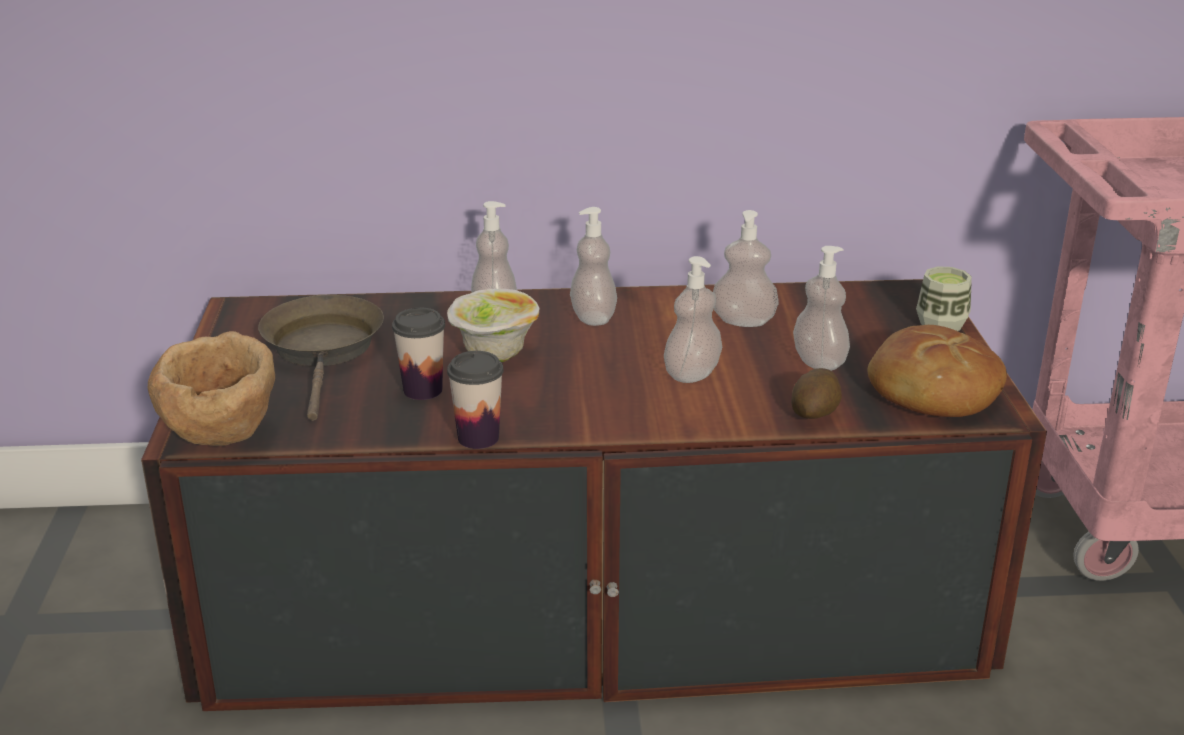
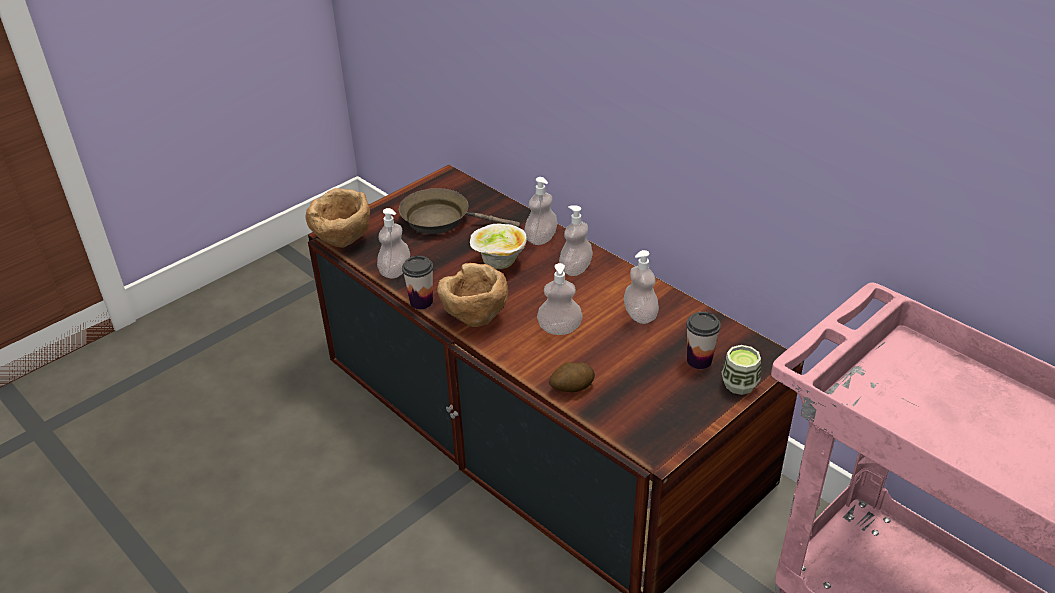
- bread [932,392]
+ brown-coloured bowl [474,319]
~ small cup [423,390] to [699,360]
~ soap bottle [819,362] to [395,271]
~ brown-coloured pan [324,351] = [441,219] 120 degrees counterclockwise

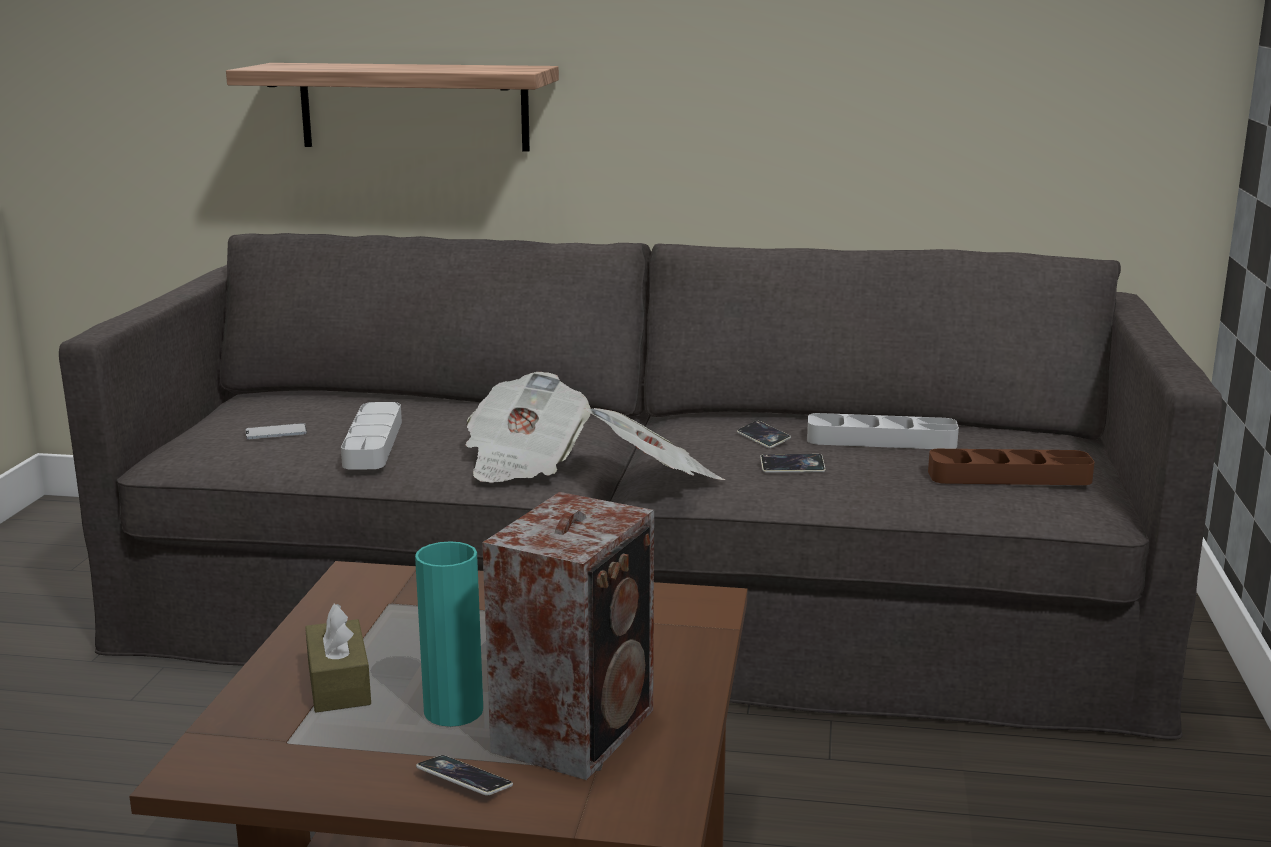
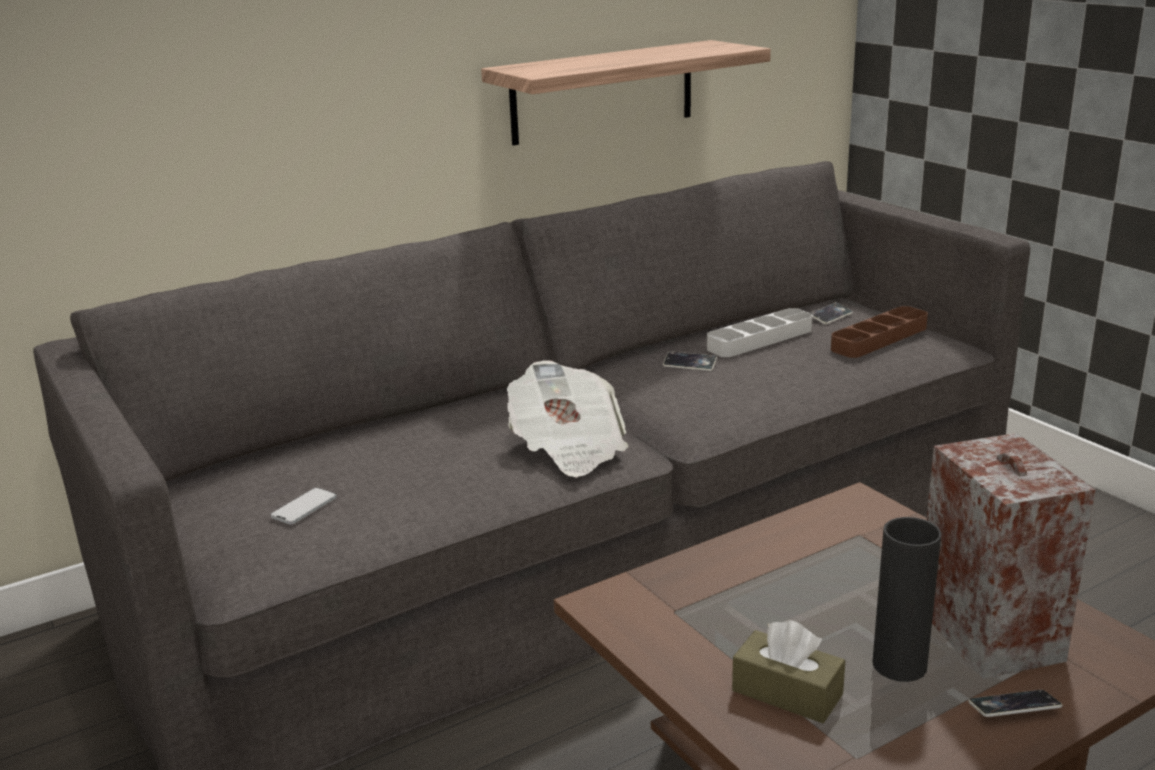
- grey tray [373,443]
- printed paper [655,478]
~ wall shelf [414,106] to [603,92]
~ phone [792,467] to [830,316]
~ blue-green flower vase [453,711] to black-coloured flower vase [899,665]

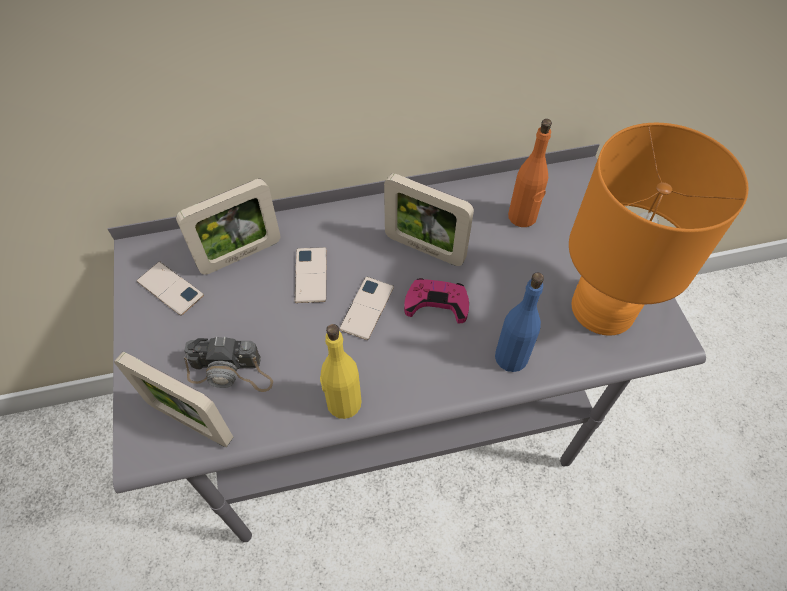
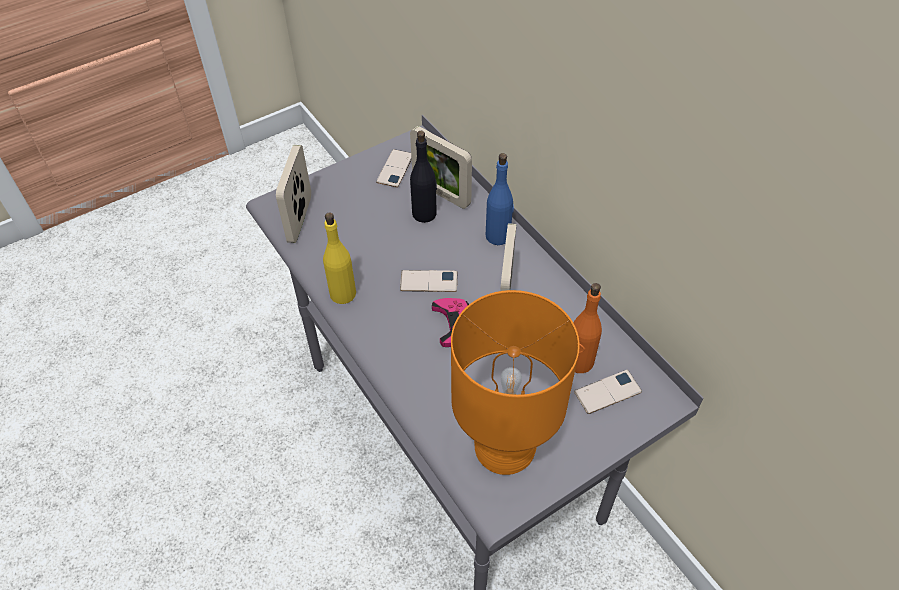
- photo camera [231,372]
+ black-coloured drink bottle [424,214]
~ phone [311,275] to [607,392]
~ bluish drink bottle [511,357] to [498,236]

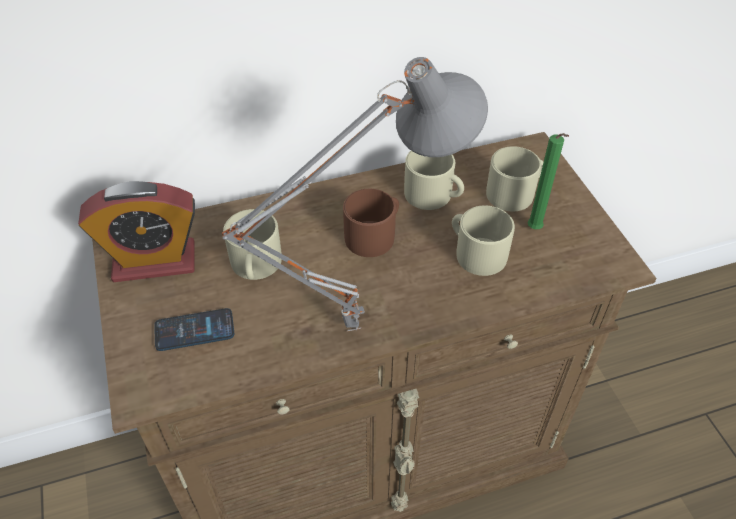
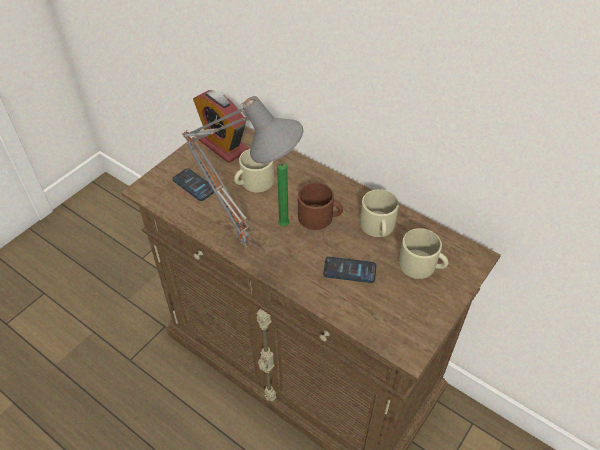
~ greenish wax candle [535,230] to [282,226]
~ sand-coloured tea mug [476,252] to phone [349,270]

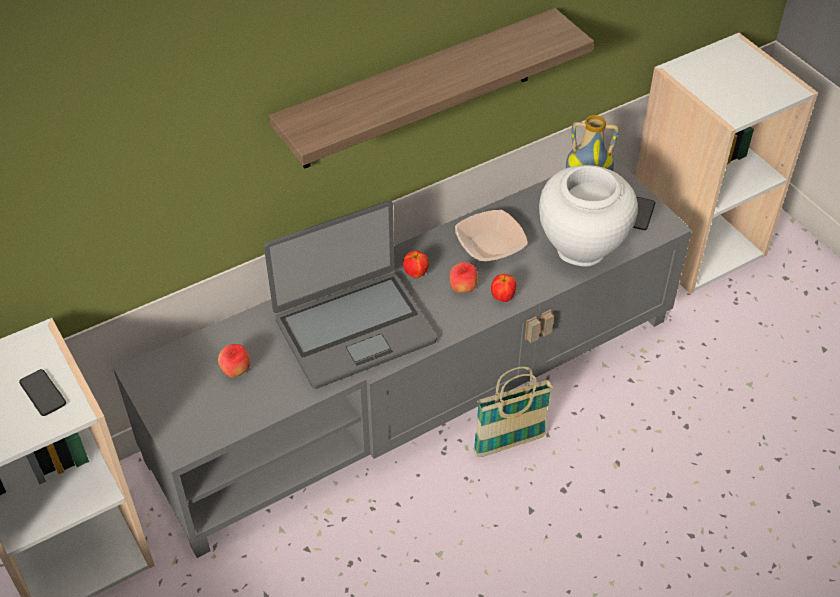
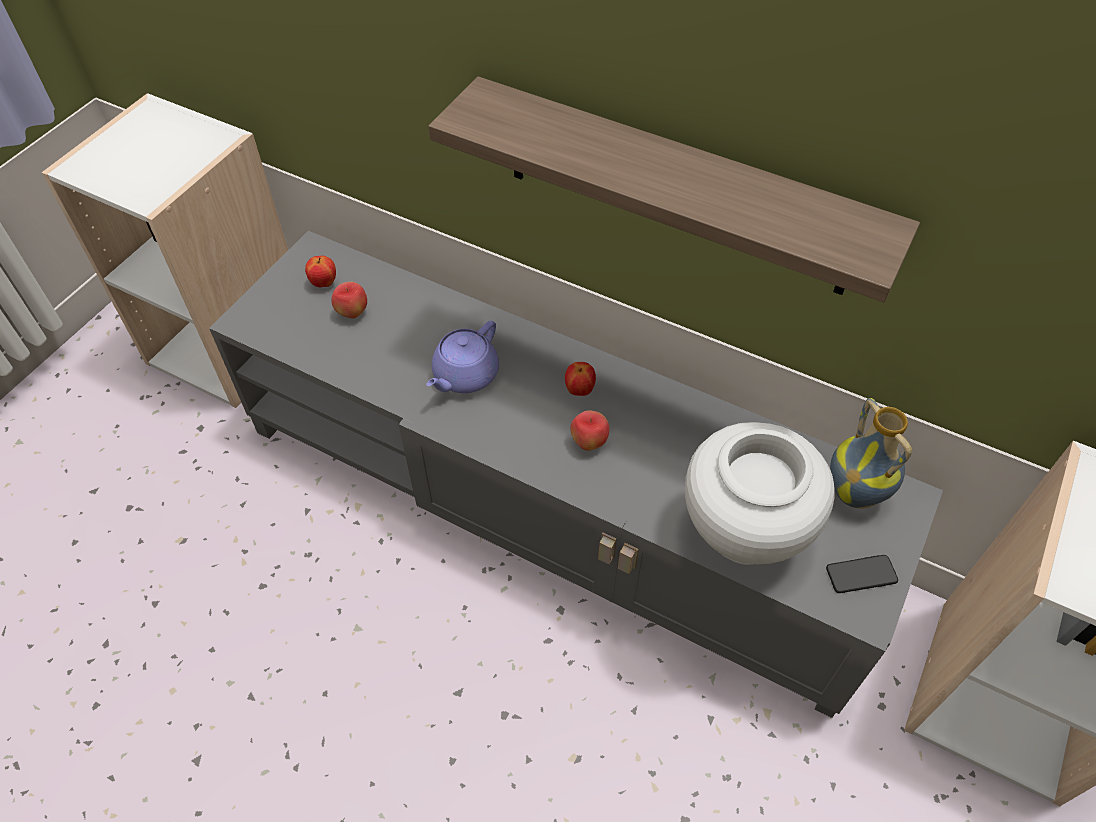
- phone [43,393]
- bowl [490,245]
- storage basket [509,444]
~ whole apple [502,297] to [324,283]
~ notebook computer [354,329] to purple pot for tea [464,375]

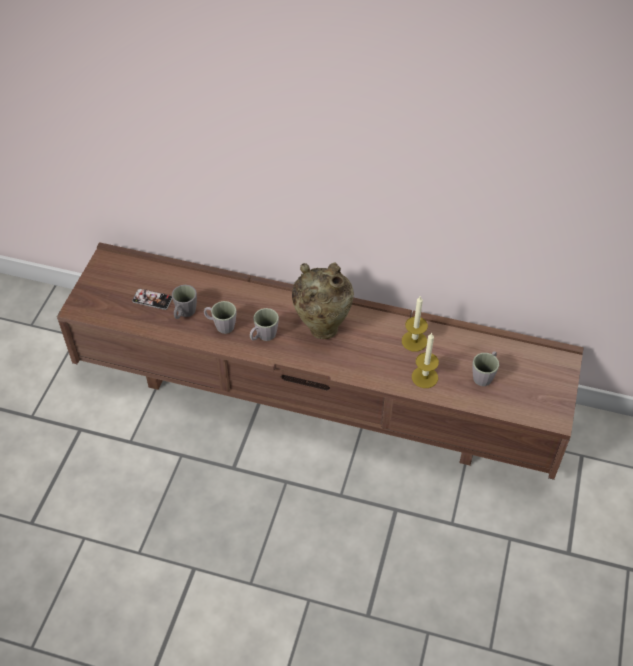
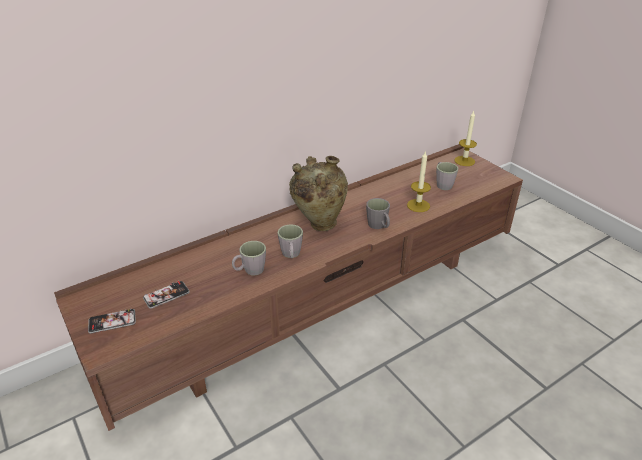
+ phone [112,321]
~ grey tea mug [184,313] to [379,226]
~ wax candle [414,341] to [464,161]

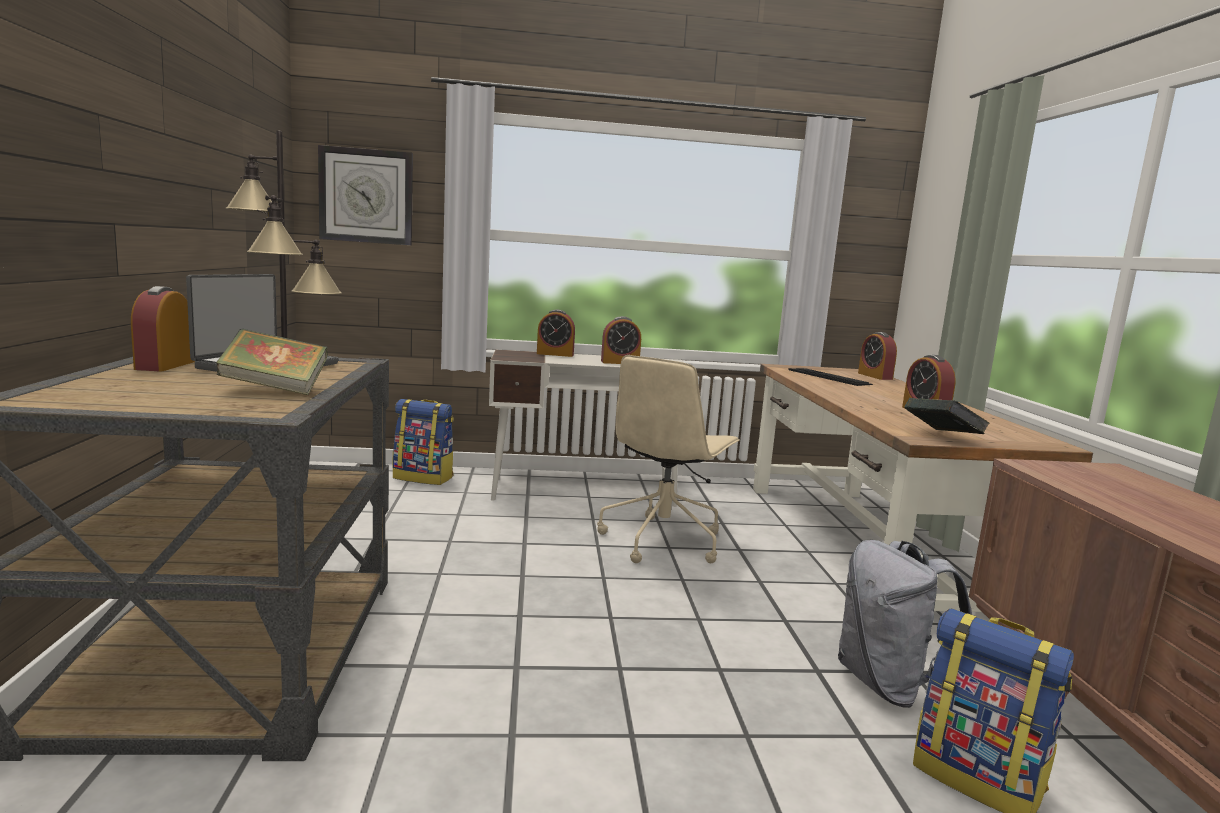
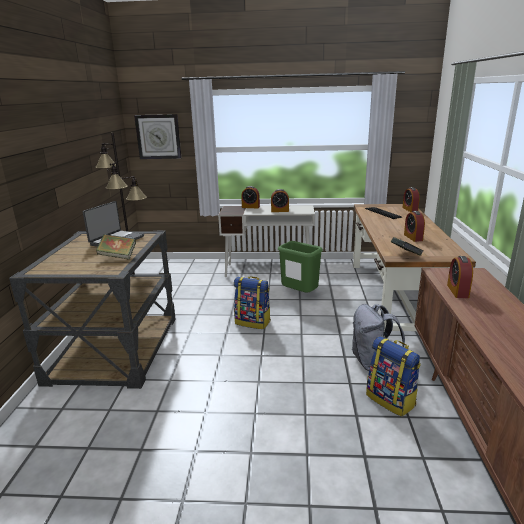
~ alarm clock [165,365] to [457,291]
~ rucksack [424,477] to [253,322]
~ sand-coloured computer chair [664,540] to greenish trash can [299,295]

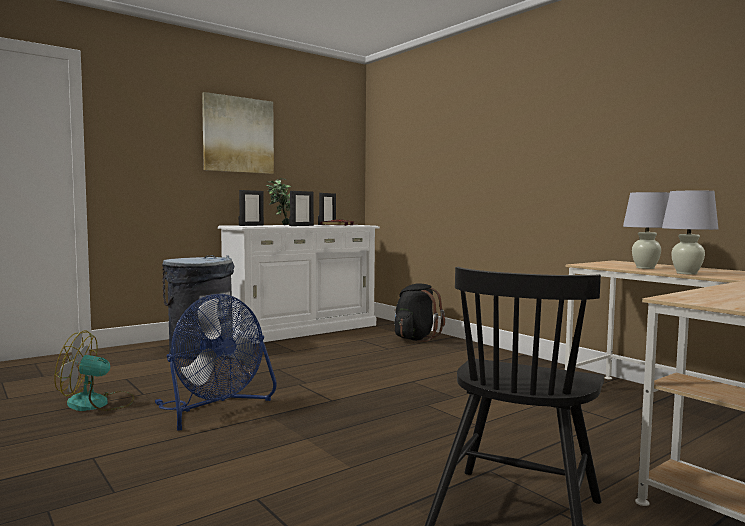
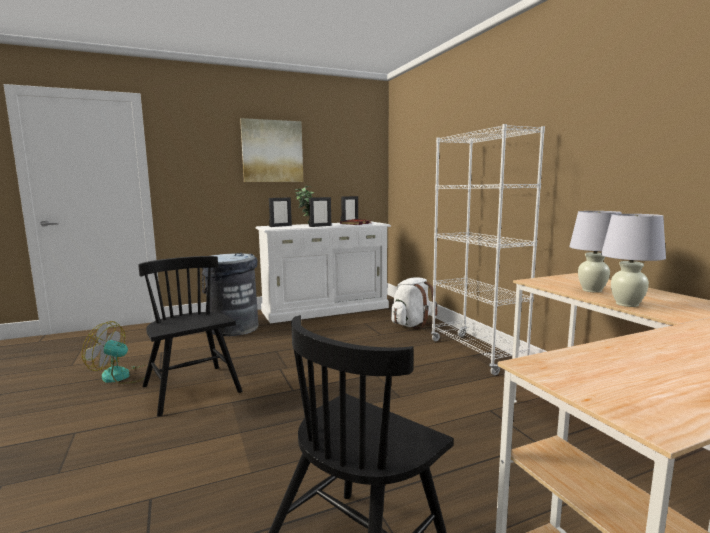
+ whitish bookcase [476,353]
~ bluish cooling fan [210,410] to black-coloured plain chair [193,391]
~ black-coloured rucksack [415,338] to whitish rucksack [412,324]

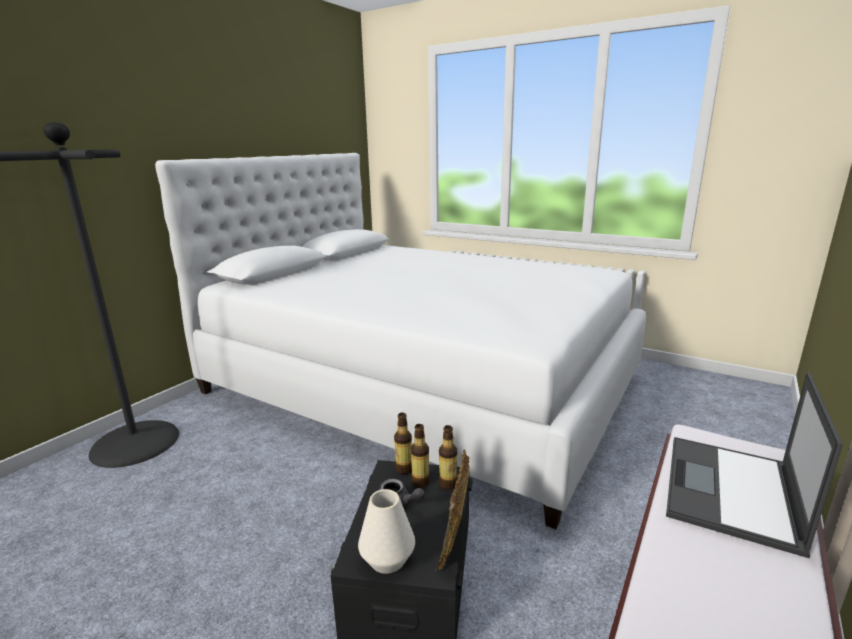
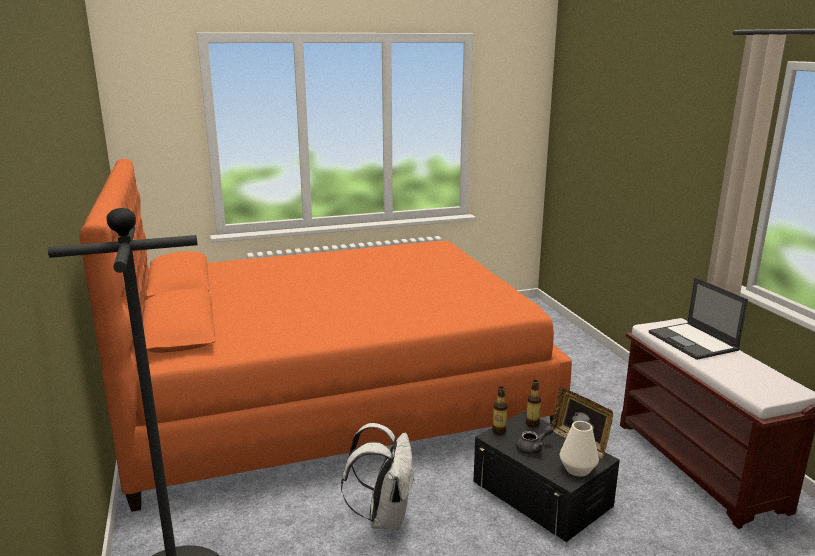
- drink bottle [420,482]
+ whitish rucksack [384,516]
~ whitish bedroom bed [420,383] to orangey bedroom bed [333,393]

